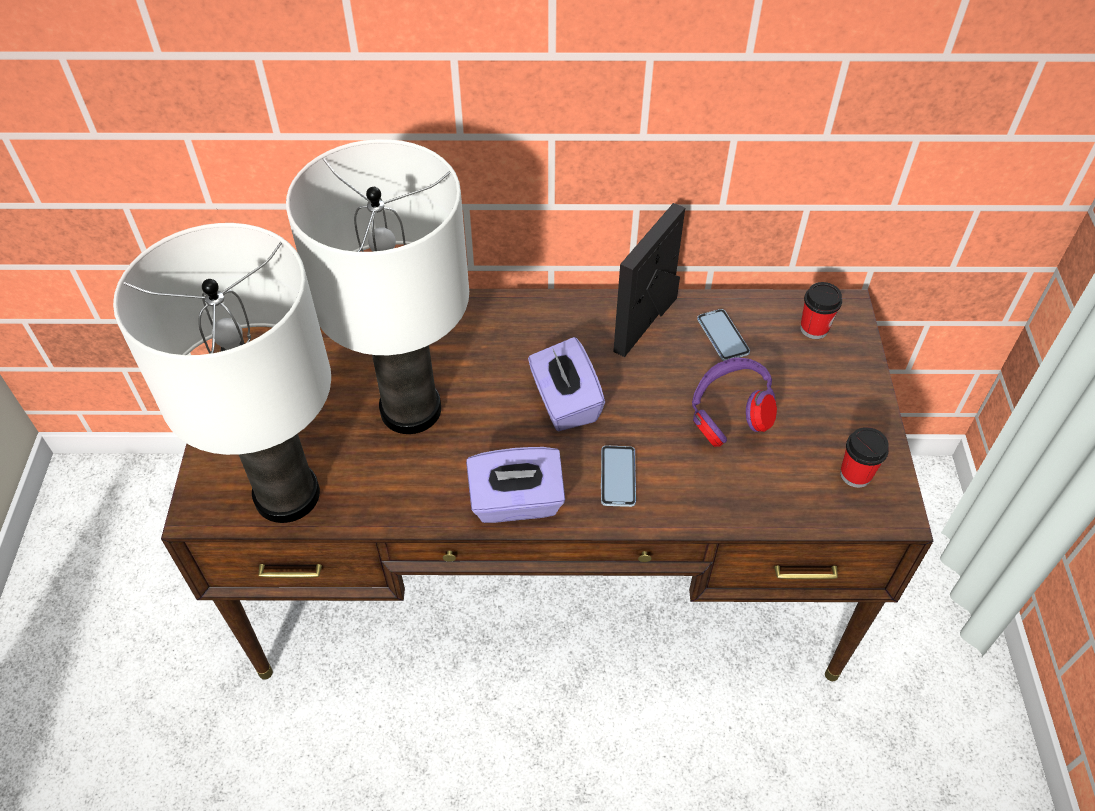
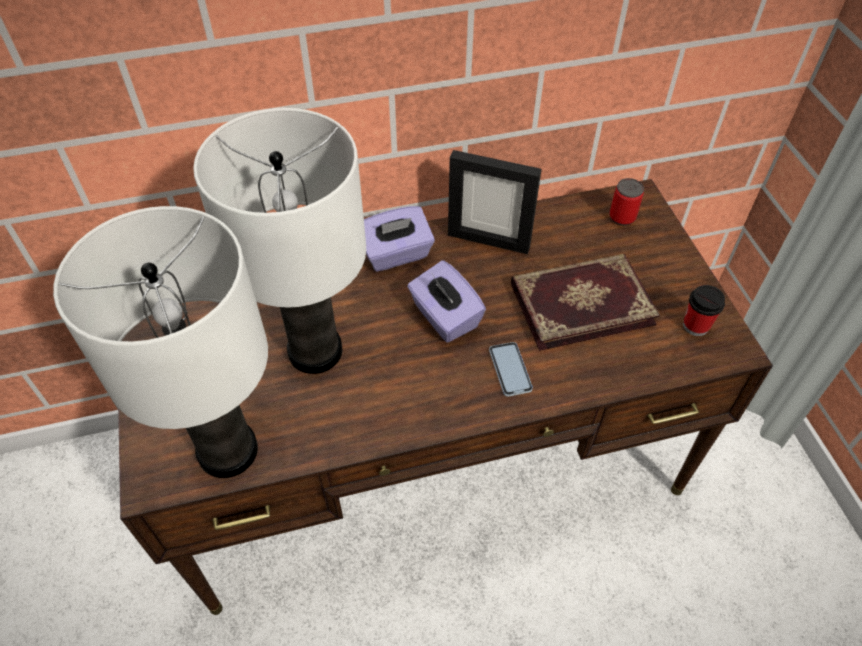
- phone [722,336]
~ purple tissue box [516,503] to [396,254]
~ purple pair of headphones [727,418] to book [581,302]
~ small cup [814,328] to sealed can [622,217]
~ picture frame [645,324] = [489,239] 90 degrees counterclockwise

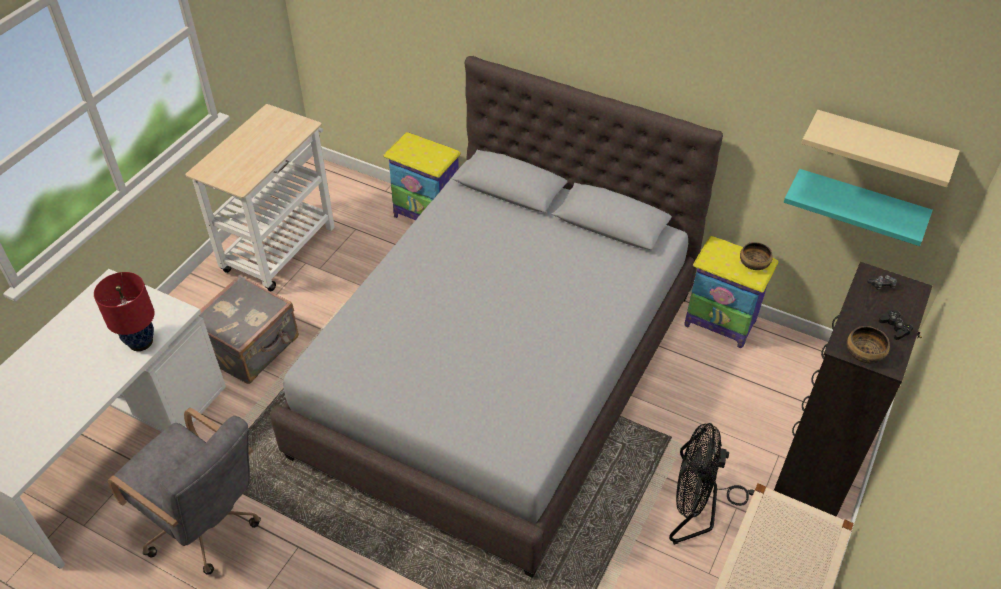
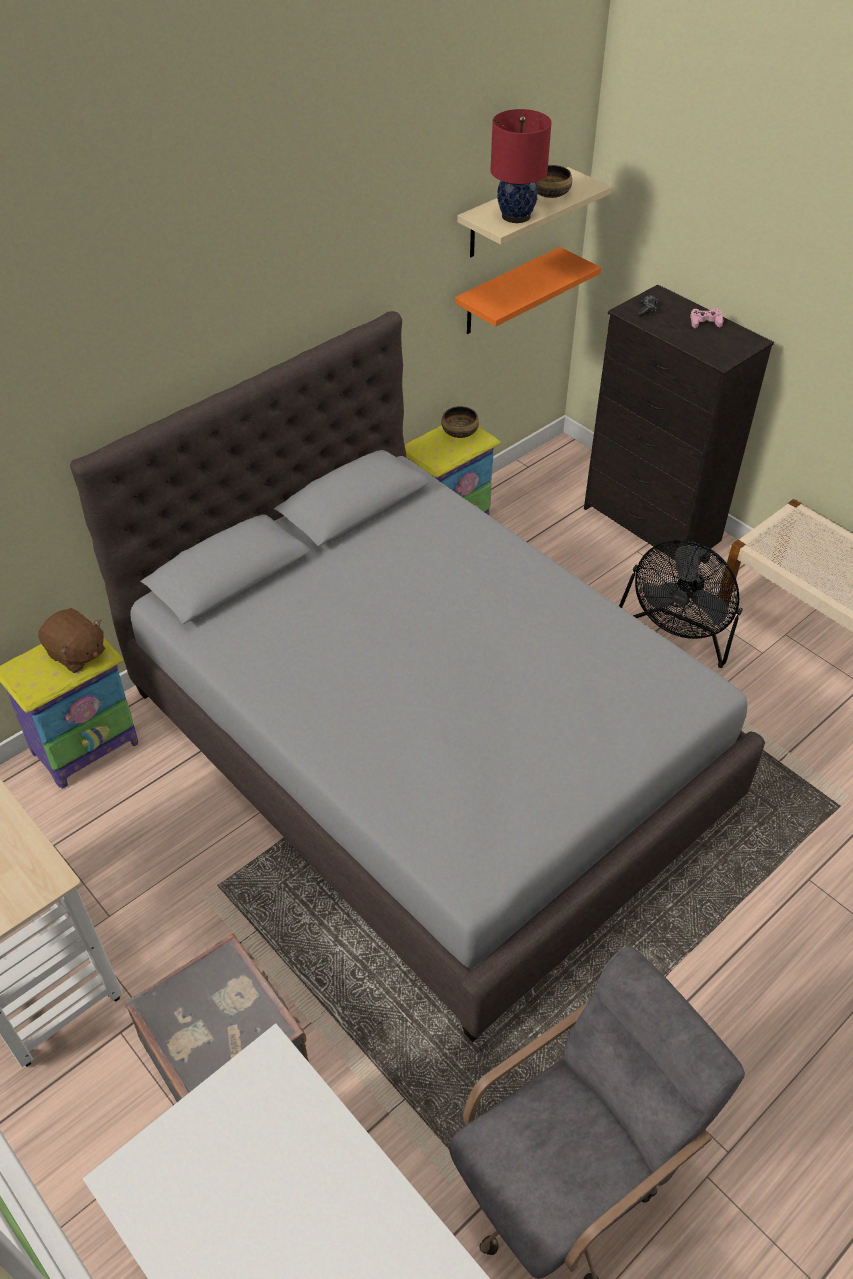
+ brown-coloured plush toy [77,654]
~ reddish table lamp [140,342] to [516,216]
~ bowl [865,353] to [550,193]
~ blue-green wall shelf [859,204] to orangey wall shelf [507,292]
~ black-coloured gamepad [895,327] to pinkish gamepad [705,322]

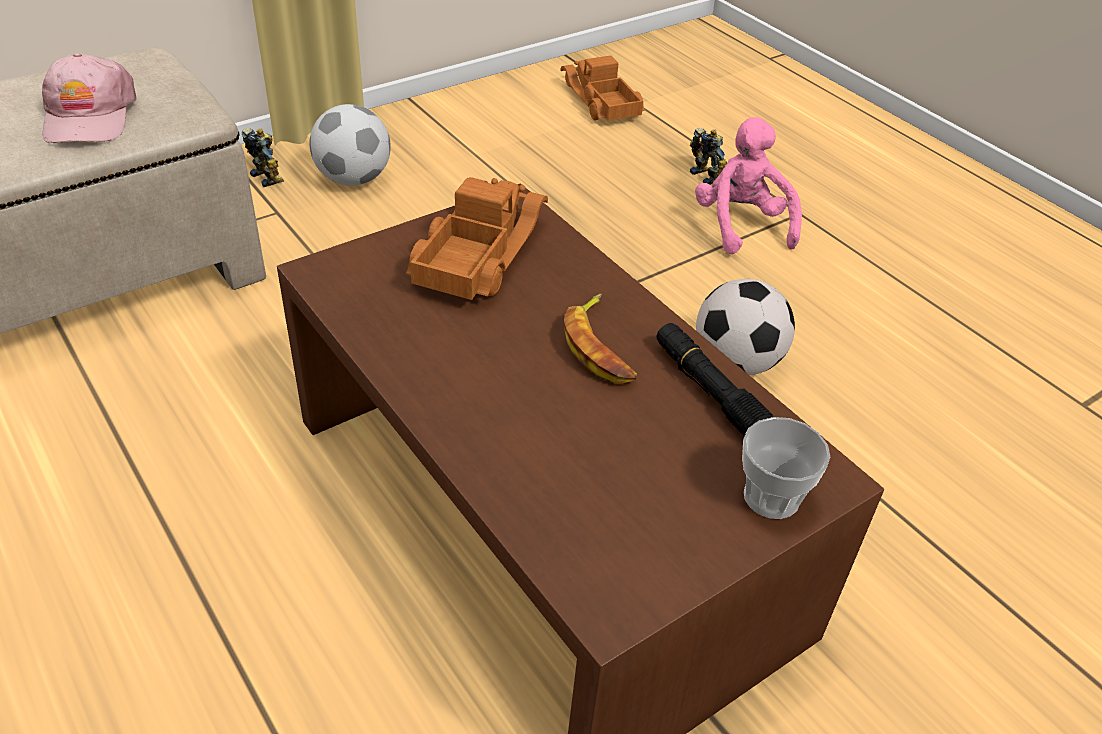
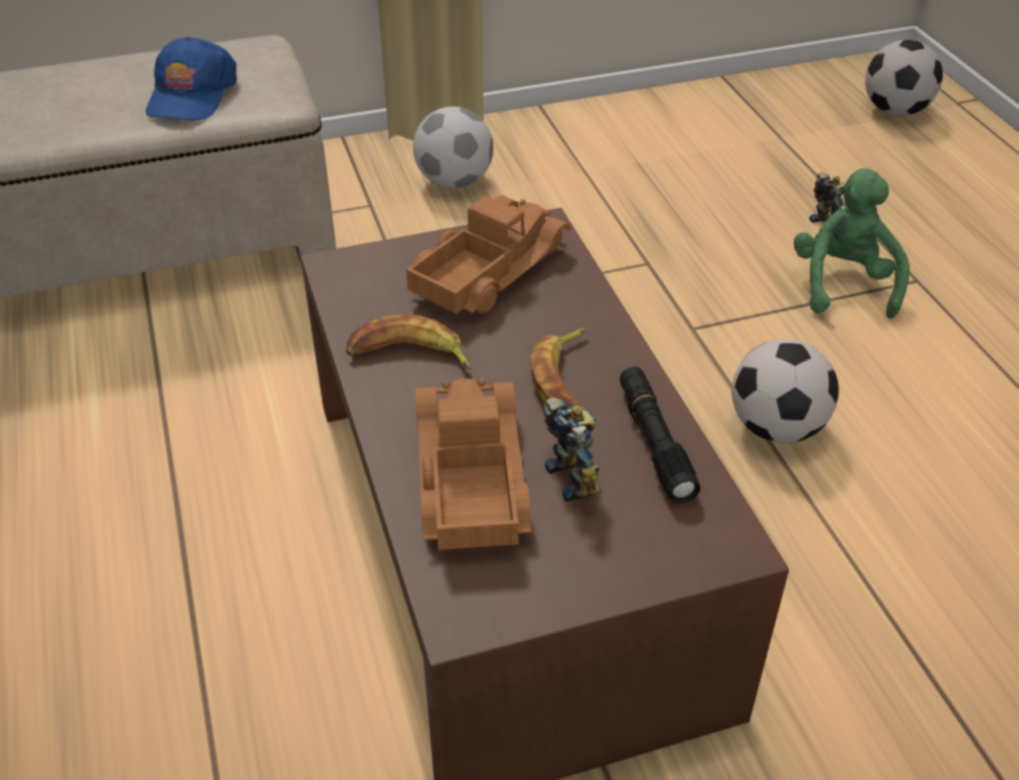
- small cup [771,497]
+ banana fruit [409,355]
+ football ball [895,111]
~ model robot [269,176] to [576,476]
~ model truck [600,101] to [467,477]
~ pinkish peaked cap [89,116] to bluish peaked cap [191,95]
~ pinkish plush toy [741,225] to greenish plush toy [843,284]

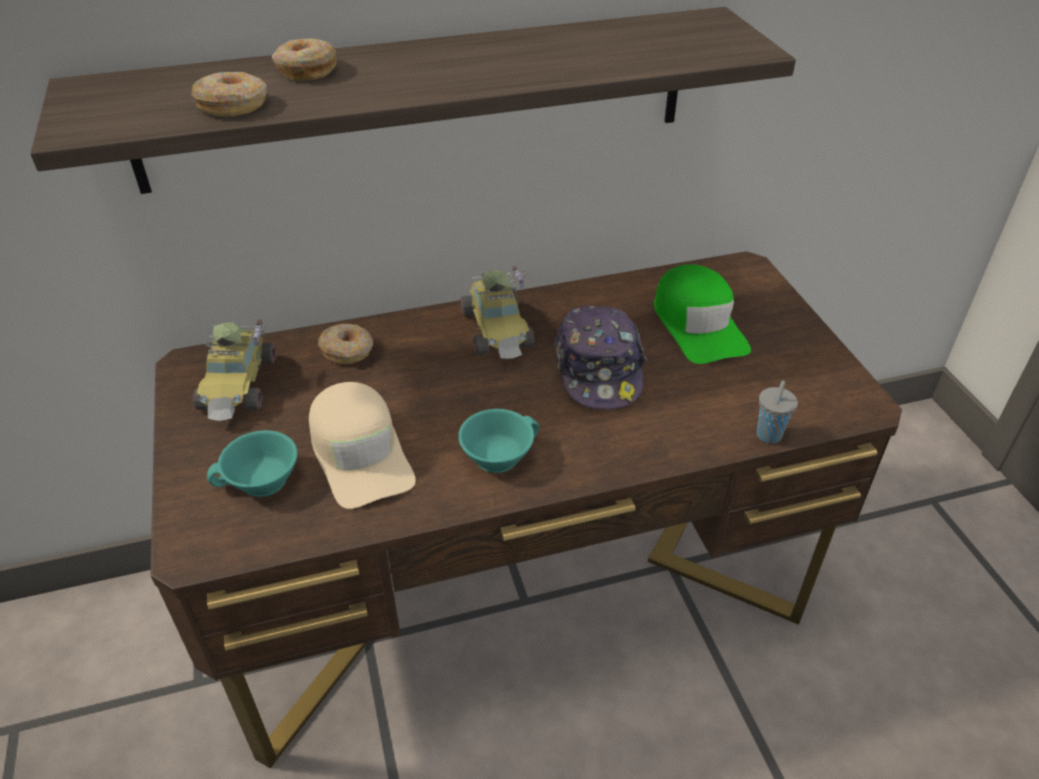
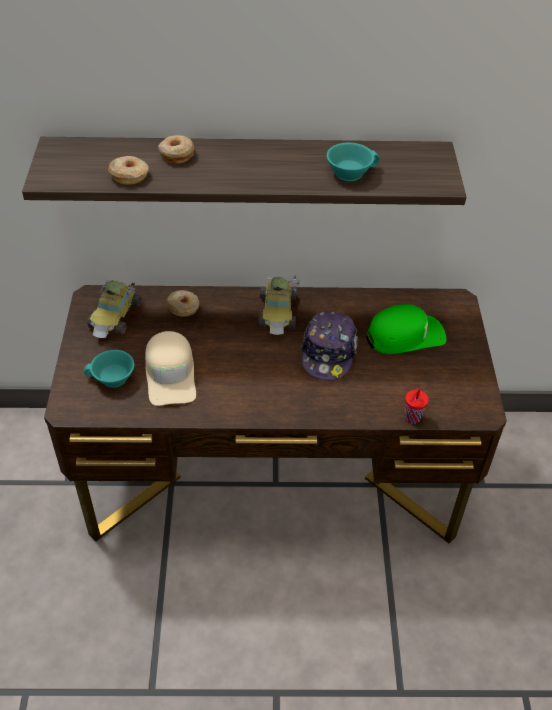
~ blue-green small cup [497,454] to [349,171]
~ grey small cup [768,436] to reddish small cup [412,418]
~ greenish peaked cap [698,325] = [405,336] 105 degrees counterclockwise

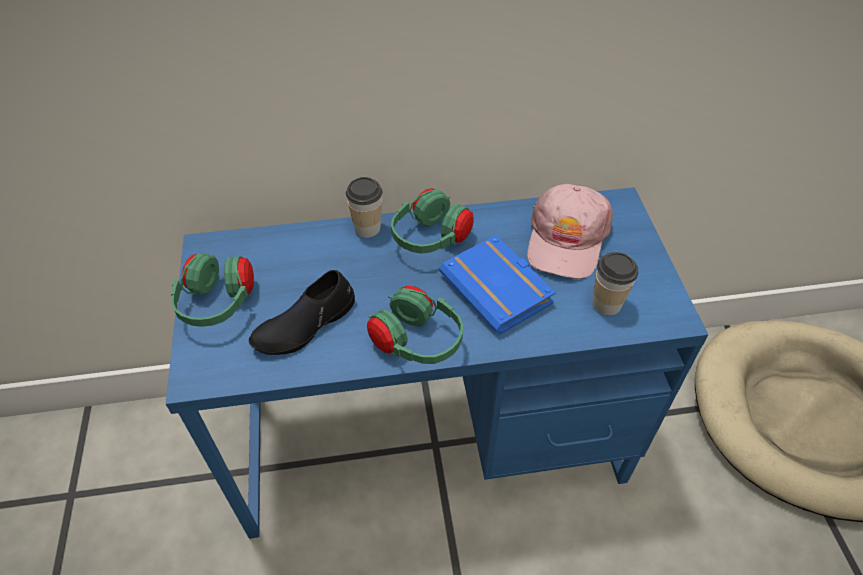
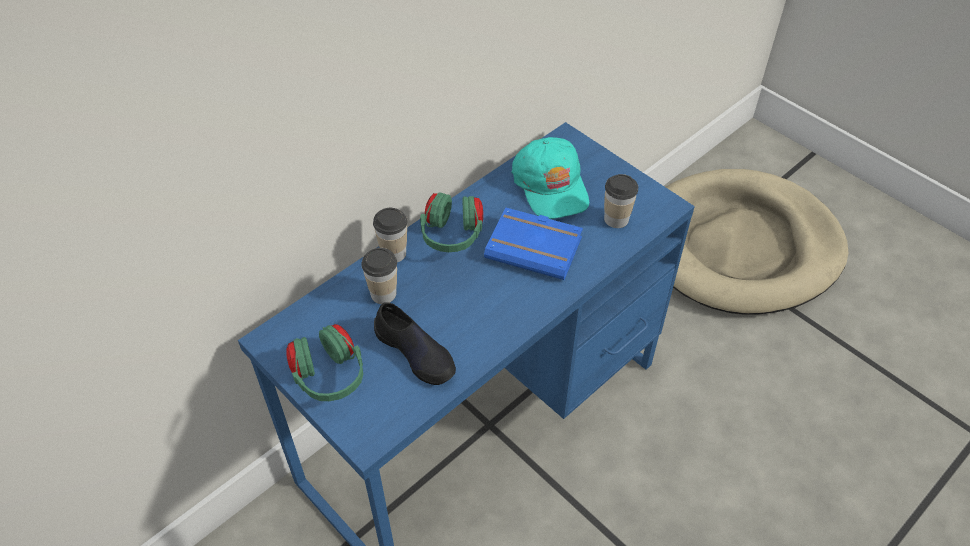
- greenish pair of headphones [416,342]
+ small cup [383,294]
~ pinkish peaked cap [566,239] to blue-green peaked cap [551,185]
~ black-coloured low shoe [305,324] = [416,352] 60 degrees counterclockwise

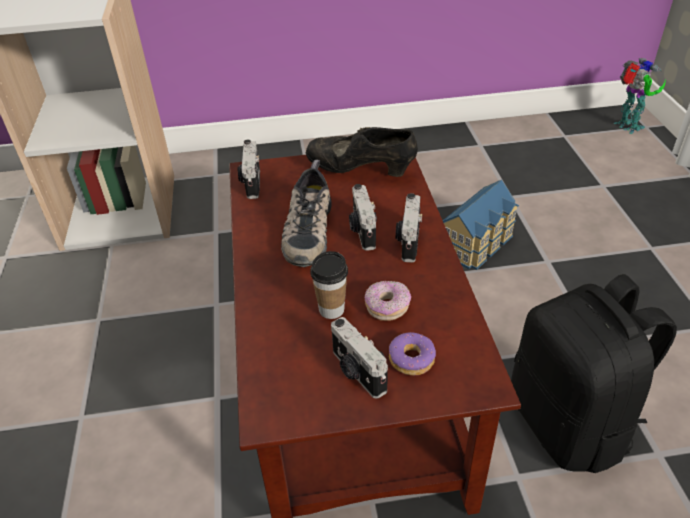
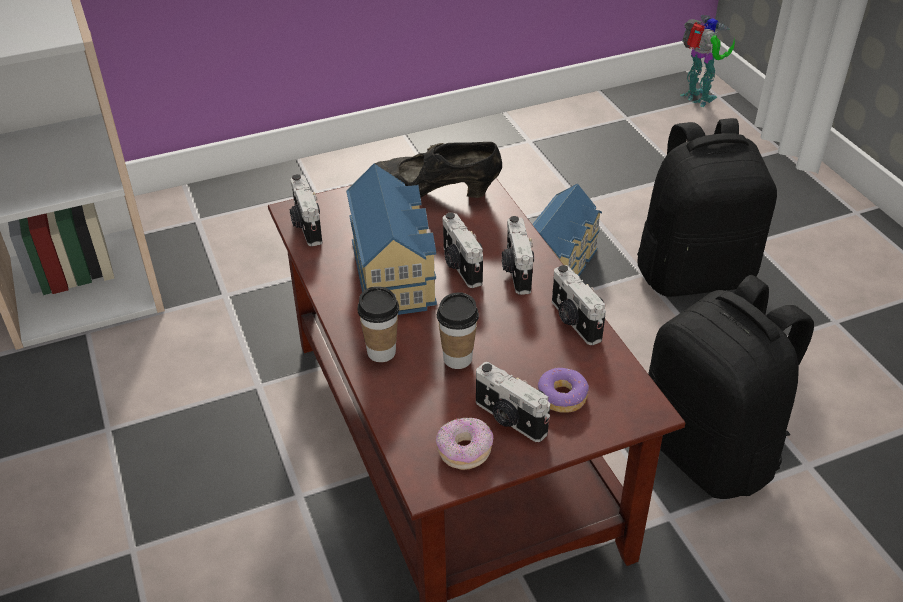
+ small cup [381,352]
+ photo camera [574,321]
+ black-coloured rucksack [694,273]
~ donut [387,307] to [464,451]
~ low shoe [306,229] to model house [395,273]

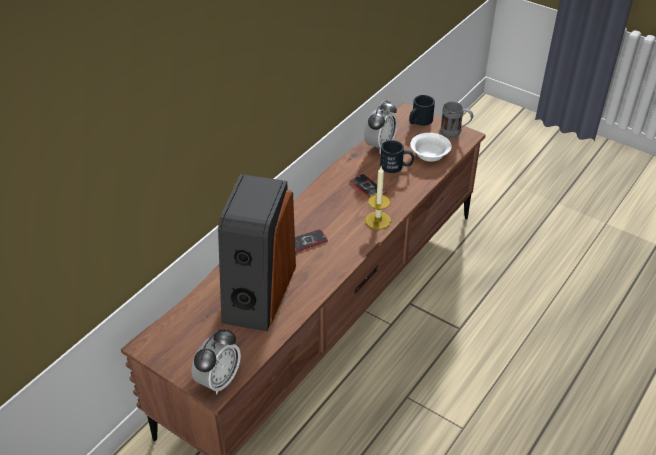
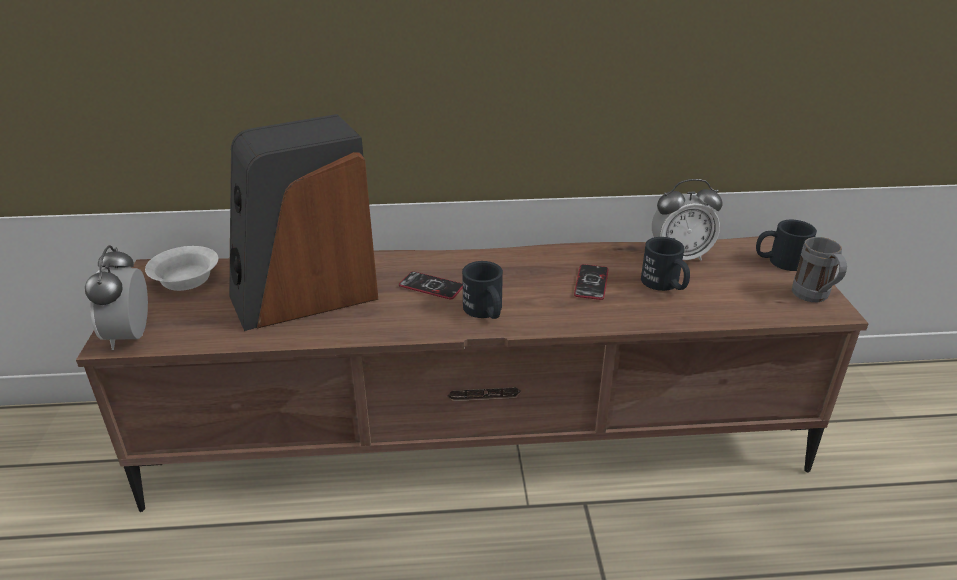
- wax candle [378,220]
+ black-coloured tea mug [485,312]
~ whitish bowl [430,153] to [188,280]
~ alarm clock [218,380] = [130,336] 90 degrees clockwise

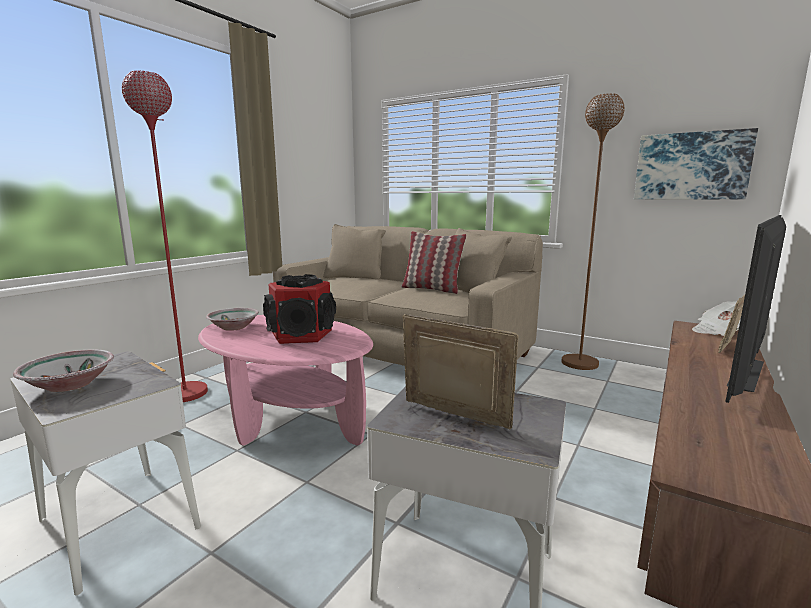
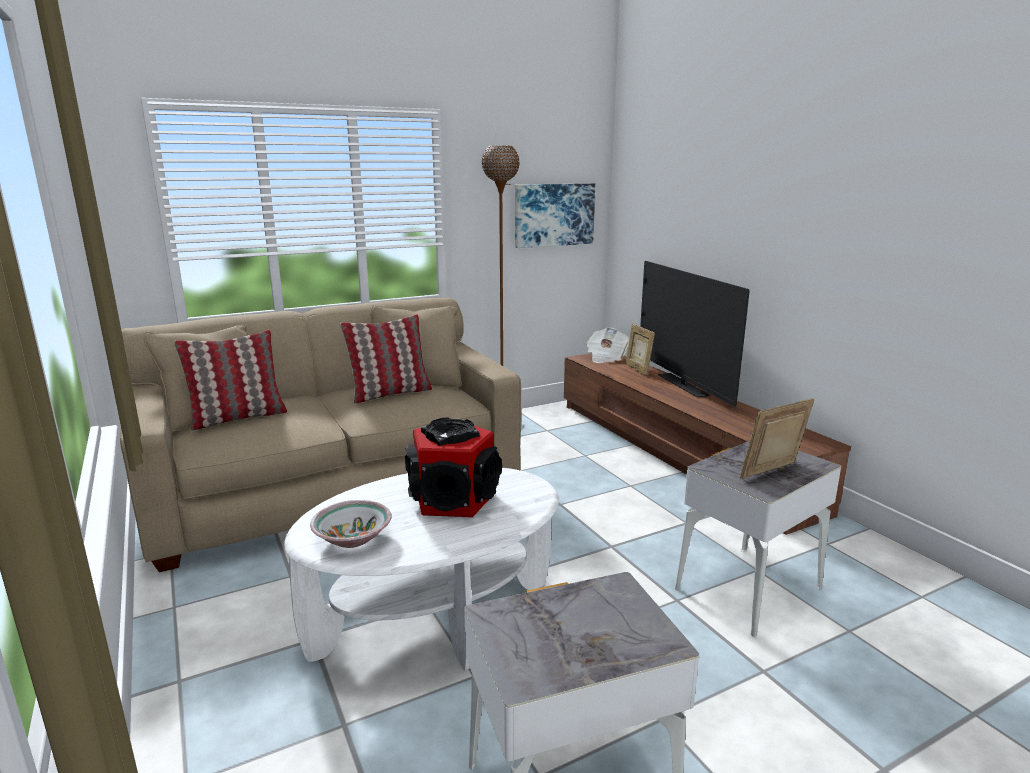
- bowl [69,385]
- reddish standard lamp [185,393]
+ cushion [238,418]
~ pinkish coffee table [289,419] to whitish coffee table [435,620]

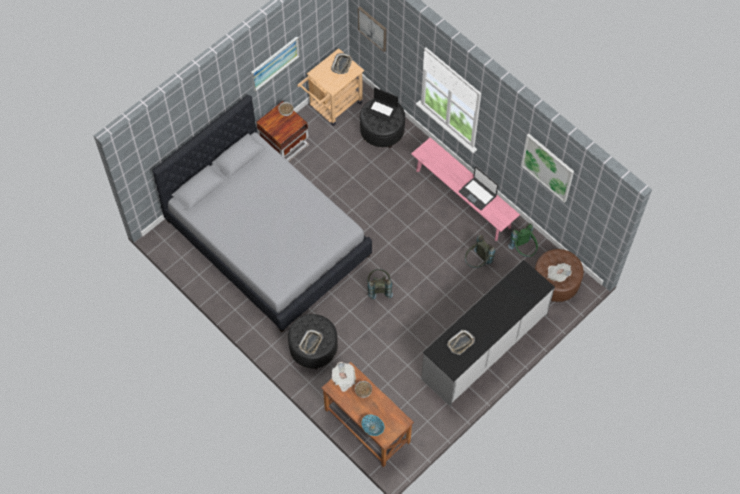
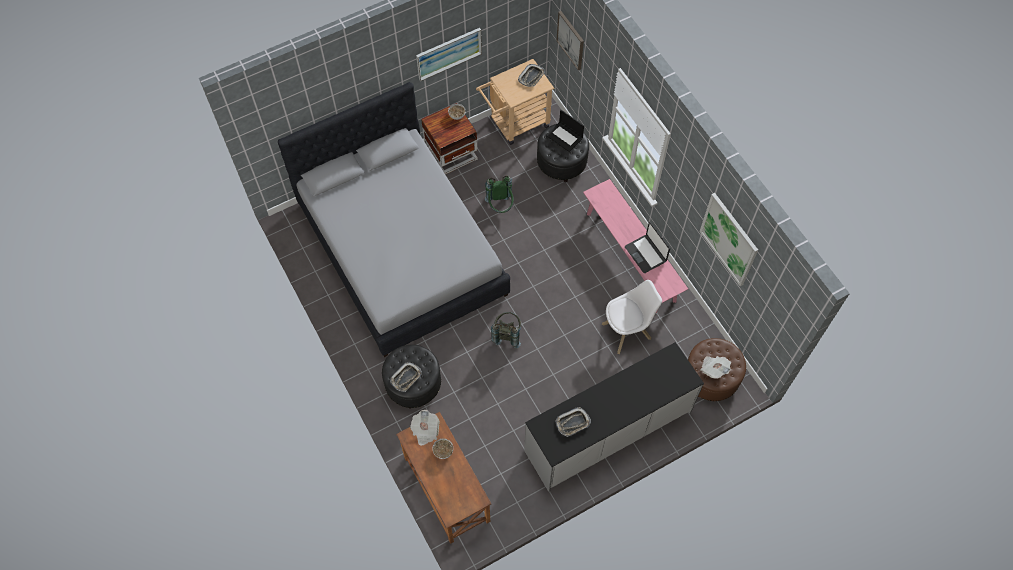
- bowl [372,427]
~ greenish rucksack [523,250] to [500,206]
~ grey rucksack [477,262] to whitish plain chair [627,331]

